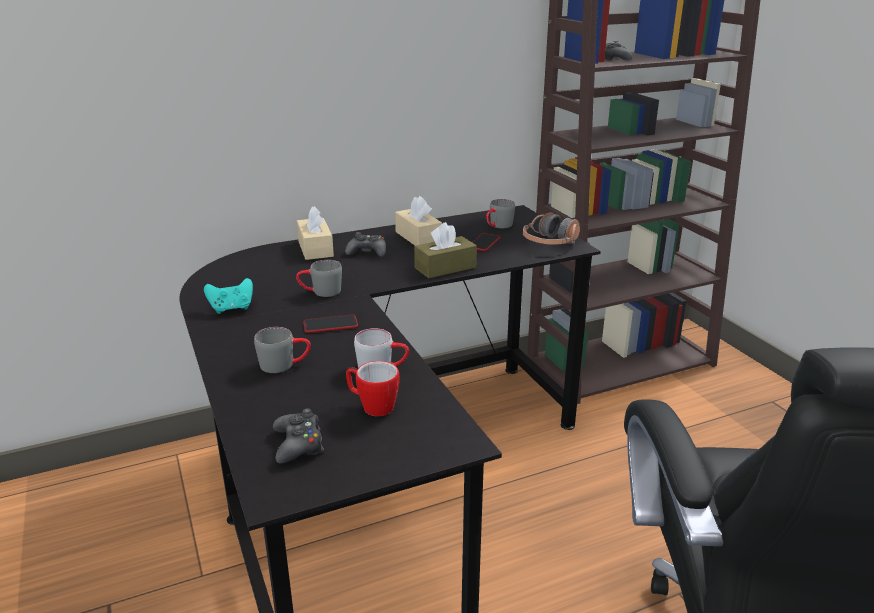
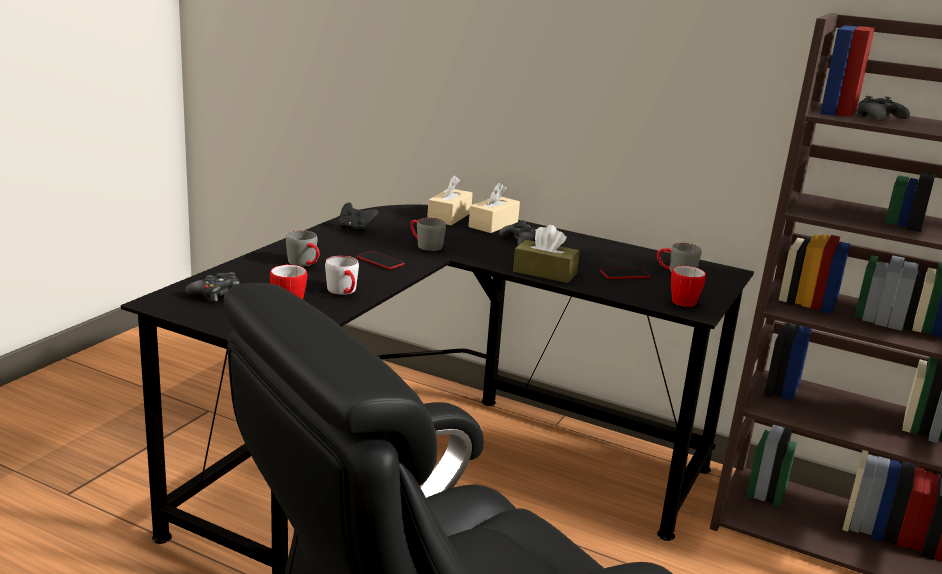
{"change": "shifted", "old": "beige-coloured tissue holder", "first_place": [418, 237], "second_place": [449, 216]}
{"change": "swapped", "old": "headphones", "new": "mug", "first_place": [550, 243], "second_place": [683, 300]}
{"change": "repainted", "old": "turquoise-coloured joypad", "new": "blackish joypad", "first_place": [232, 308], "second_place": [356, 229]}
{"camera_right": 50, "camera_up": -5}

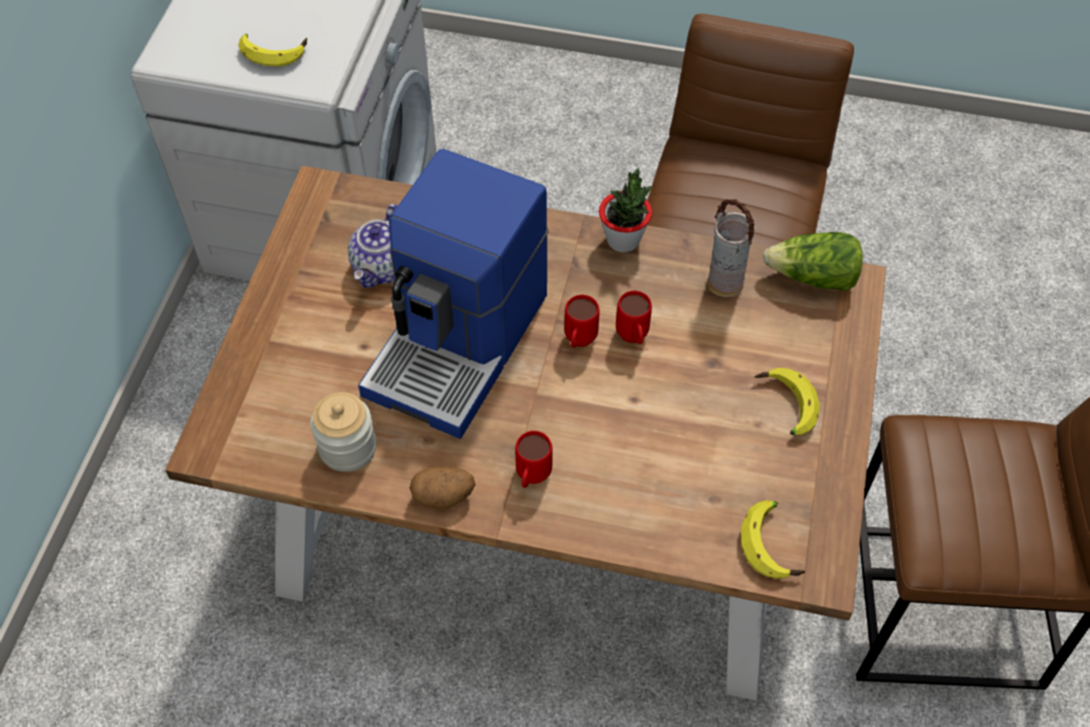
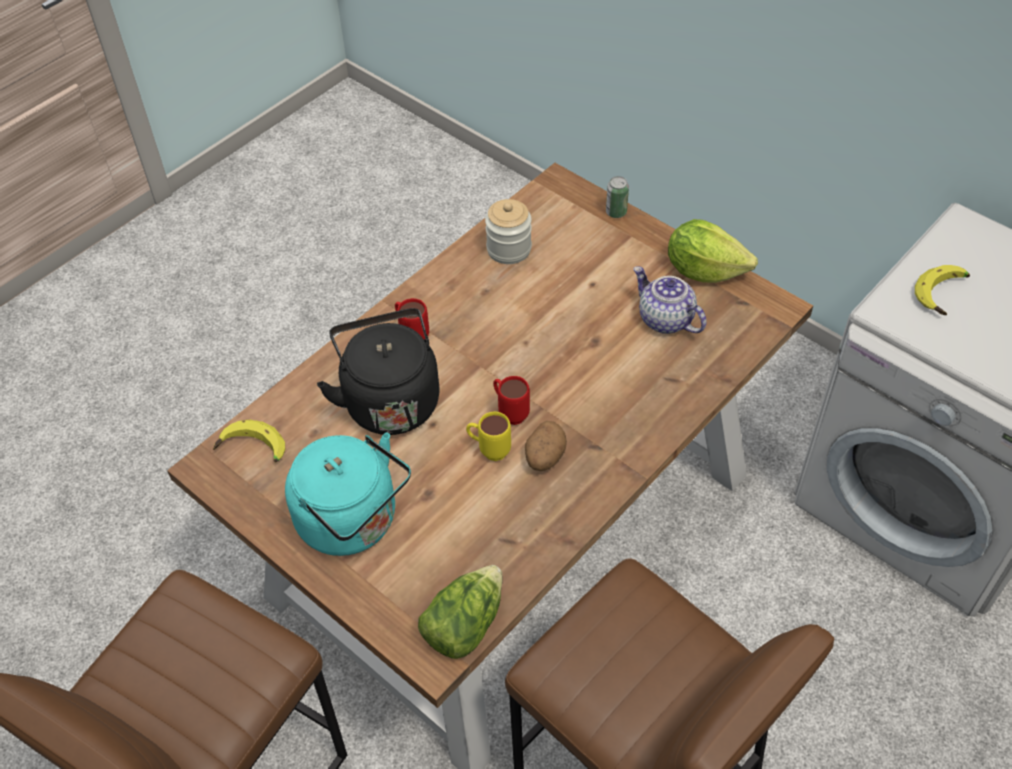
{"change": "gone", "old": "coffee machine", "first_place": [460, 343]}
{"change": "gone", "old": "houseplant", "first_place": [623, 240]}
{"change": "gone", "old": "flower vase", "first_place": [723, 284]}
{"change": "new", "new": "blackish kettle", "second_place": [390, 399]}
{"change": "new", "new": "can", "second_place": [616, 212]}
{"change": "new", "new": "lettuce", "second_place": [704, 270]}
{"change": "shifted", "old": "potato", "first_place": [444, 496], "second_place": [544, 457]}
{"change": "swapped", "old": "banana fruit", "new": "turquoise-coloured kettle", "first_place": [784, 406], "second_place": [353, 522]}
{"change": "repainted", "old": "red mug", "new": "yellow mug", "first_place": [633, 339], "second_place": [489, 450]}
{"camera_right": 120, "camera_up": -5}

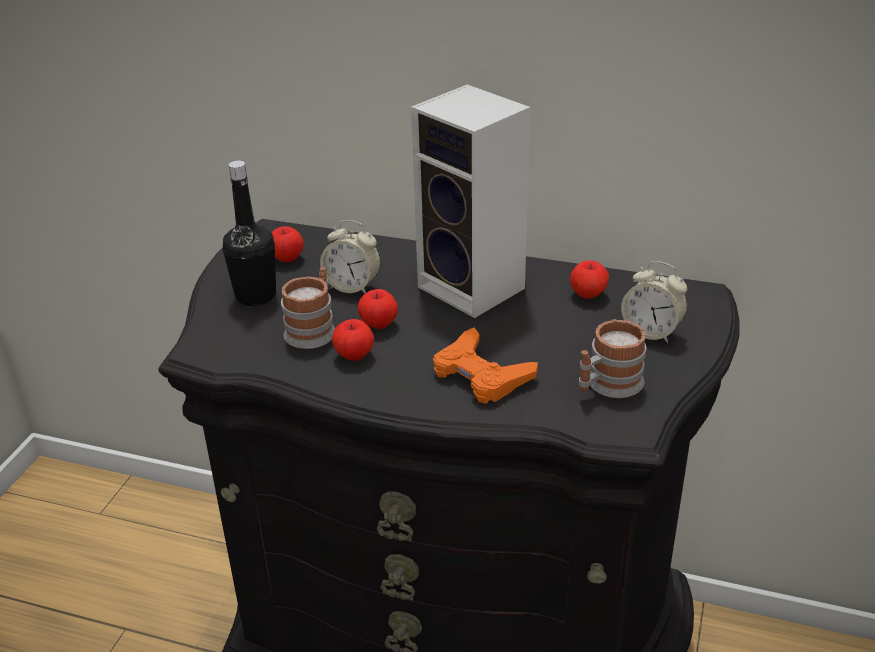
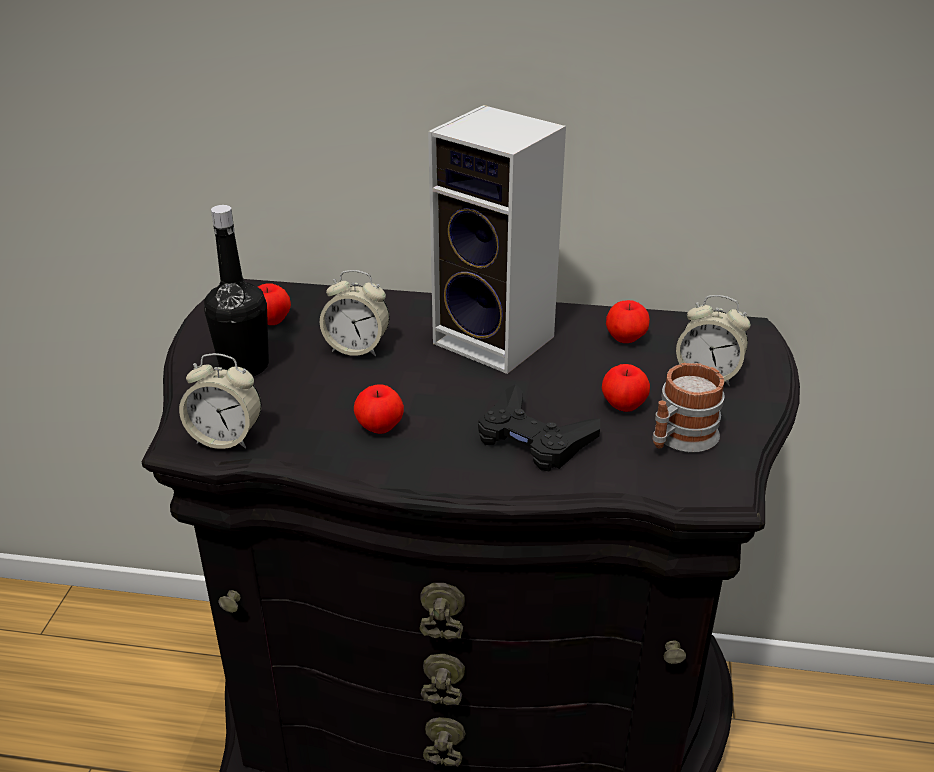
{"change": "gone", "old": "mug", "first_place": [313, 329]}
{"change": "new", "new": "alarm clock", "second_place": [226, 438]}
{"change": "shifted", "old": "whole apple", "first_place": [378, 324], "second_place": [623, 405]}
{"change": "repainted", "old": "orange-coloured joypad", "new": "blackish joypad", "first_place": [481, 375], "second_place": [533, 438]}
{"camera_right": -10, "camera_up": 0}

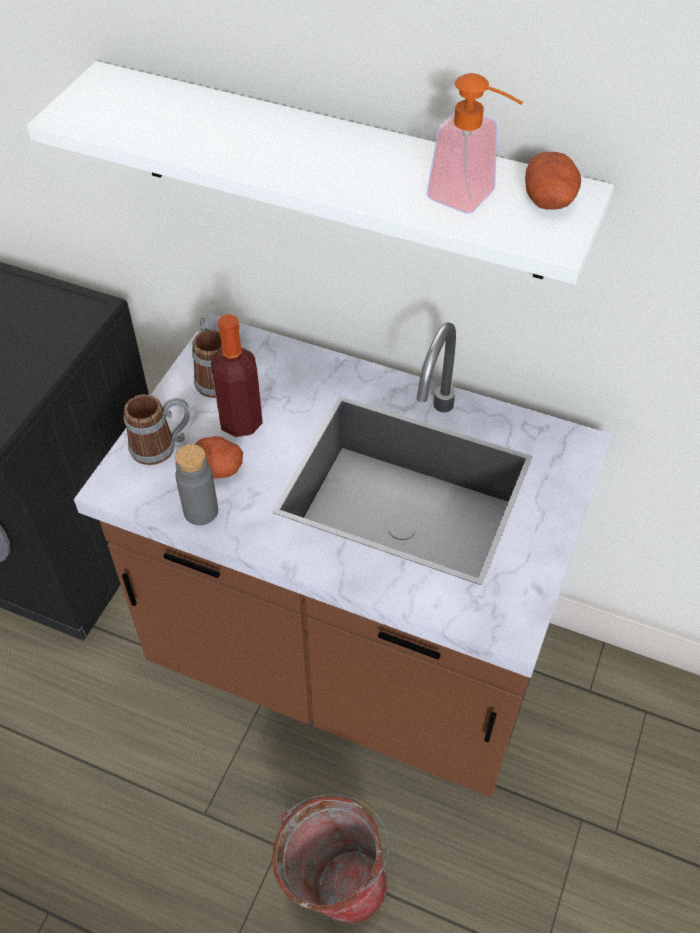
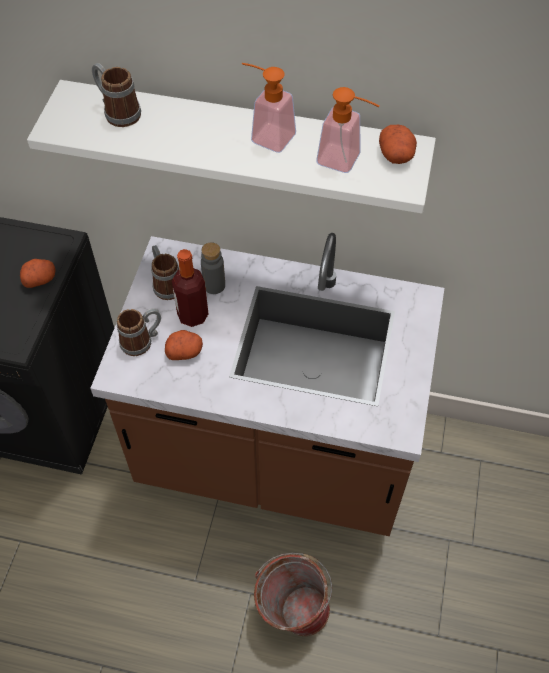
{"change": "new", "new": "potato", "second_place": [40, 279]}
{"change": "new", "new": "mug", "second_place": [118, 112]}
{"change": "new", "new": "soap bottle", "second_place": [266, 136]}
{"change": "shifted", "old": "grey bottle", "first_place": [201, 511], "second_place": [214, 285]}
{"camera_right": -10, "camera_up": 5}

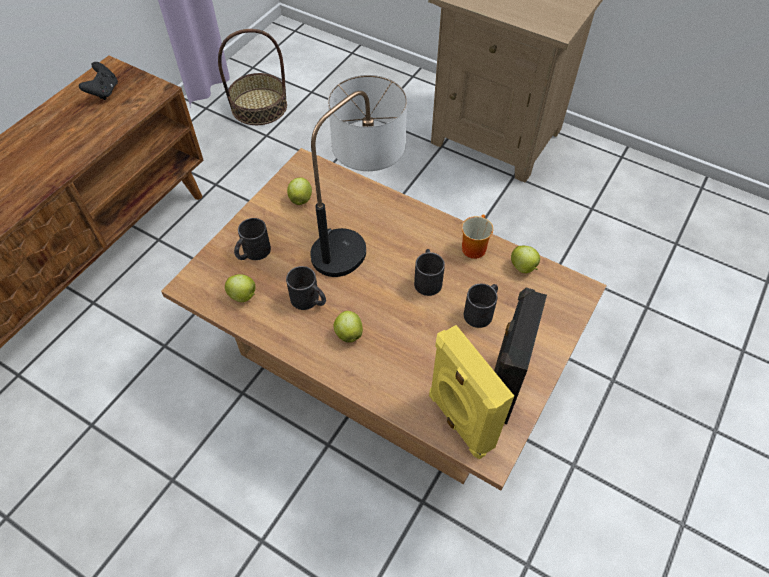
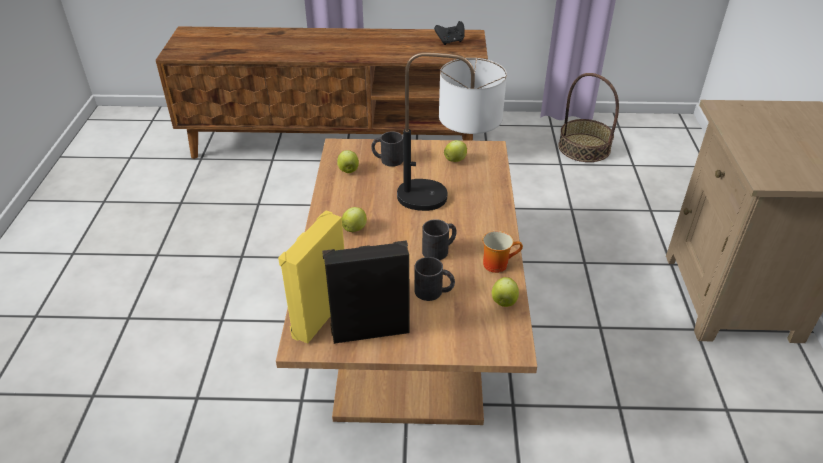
{"change": "gone", "old": "blackish mug", "first_place": [309, 300]}
{"camera_right": 60, "camera_up": -15}

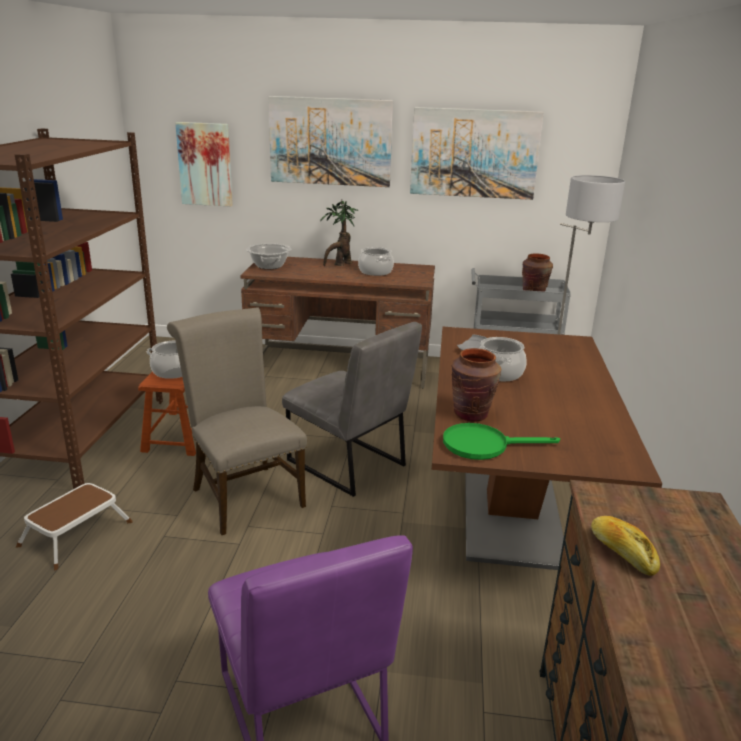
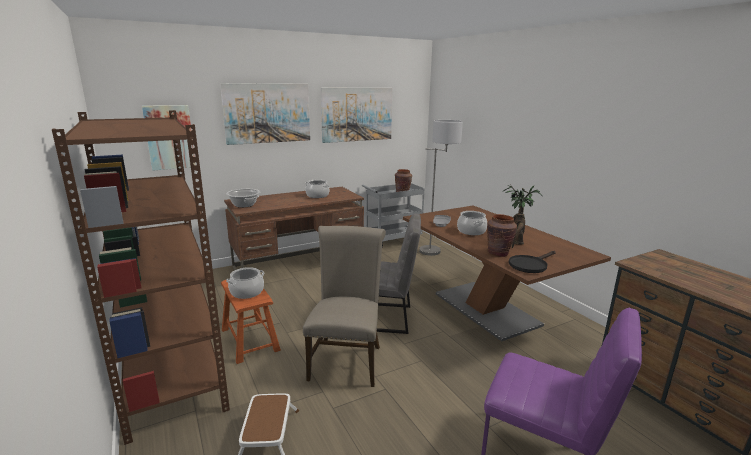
{"change": "gone", "old": "baked bread", "first_place": [622, 553]}
{"change": "shifted", "old": "houseplant", "first_place": [340, 264], "second_place": [516, 243]}
{"change": "repainted", "old": "green pan", "new": "blackish pan", "first_place": [484, 445], "second_place": [530, 265]}
{"change": "rotated", "old": "beige-coloured chair", "first_place": [244, 494], "second_place": [347, 359], "degrees": 75}
{"camera_right": -35, "camera_up": -5}

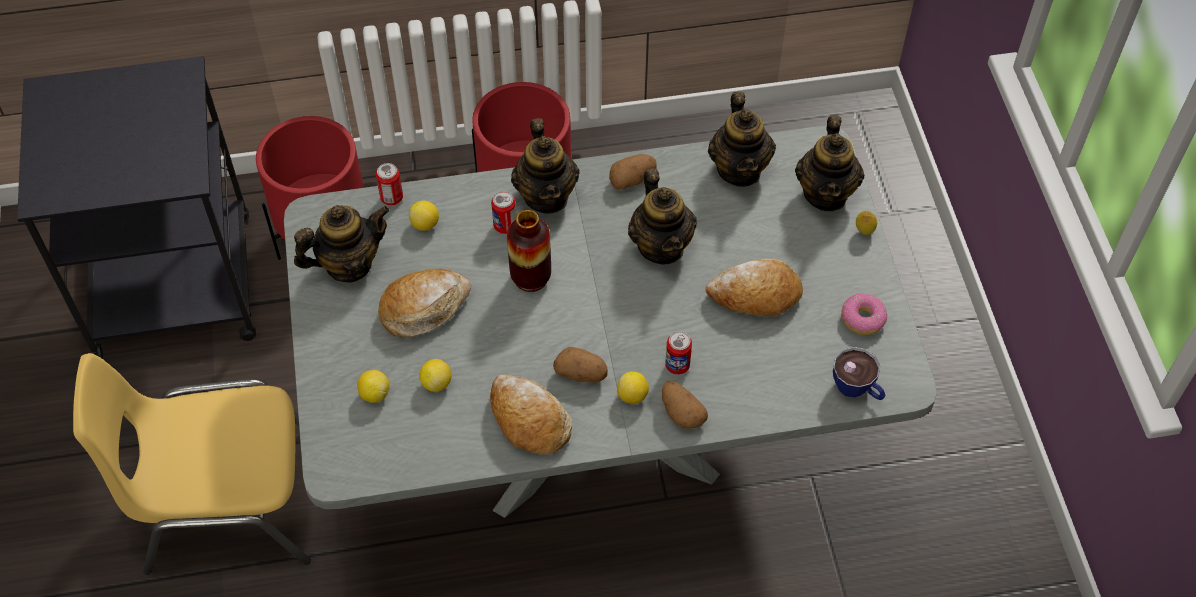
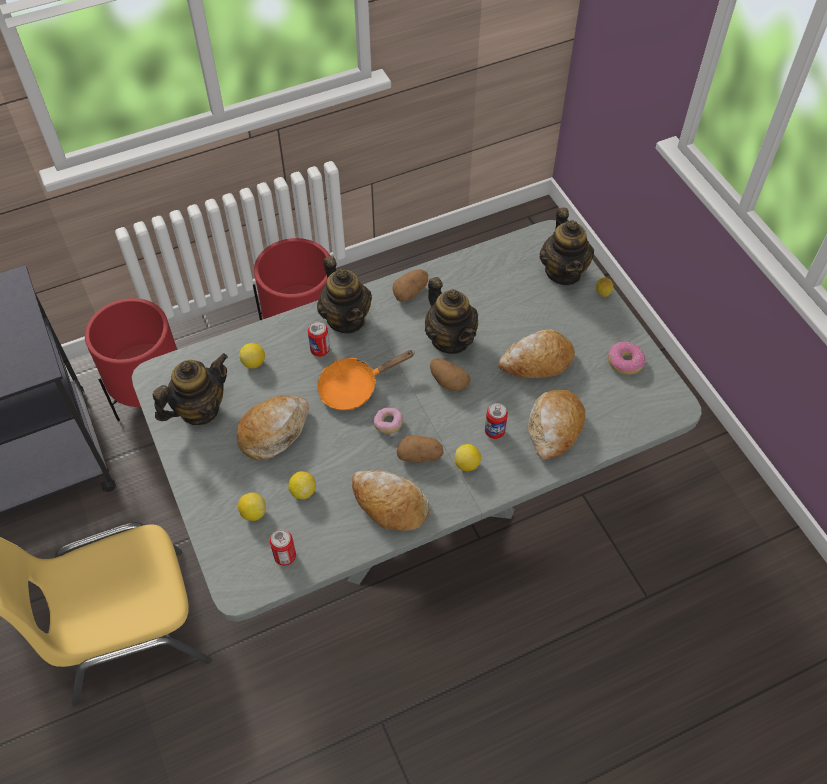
{"change": "gone", "old": "teapot", "first_place": [739, 169]}
{"change": "gone", "old": "cup", "first_place": [857, 389]}
{"change": "new", "new": "doughnut", "second_place": [388, 424]}
{"change": "new", "new": "baked bread", "second_place": [554, 429]}
{"change": "shifted", "old": "can", "first_place": [391, 198], "second_place": [285, 556]}
{"change": "shifted", "old": "potato", "first_place": [681, 413], "second_place": [448, 381]}
{"change": "swapped", "old": "flower vase", "new": "orange-coloured pan", "first_place": [531, 278], "second_place": [354, 387]}
{"camera_right": -15, "camera_up": 0}

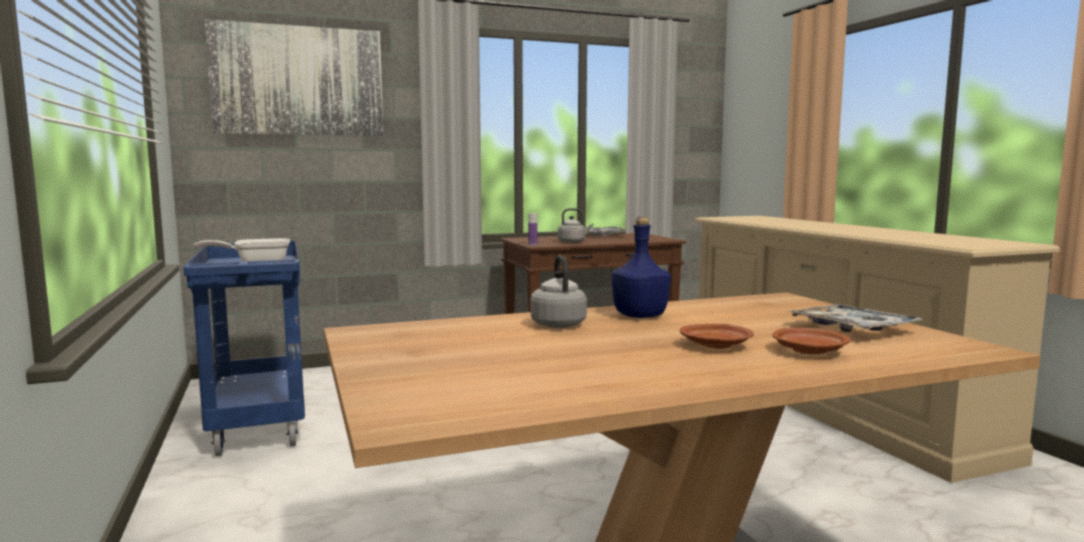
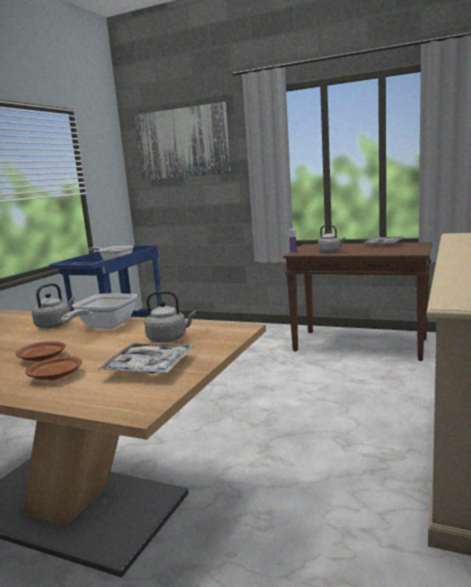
{"change": "new", "new": "grey kettle", "second_place": [169, 338]}
{"change": "swapped", "old": "blue-coloured bottle", "new": "pan", "first_place": [639, 316], "second_place": [104, 327]}
{"camera_right": 45, "camera_up": 5}

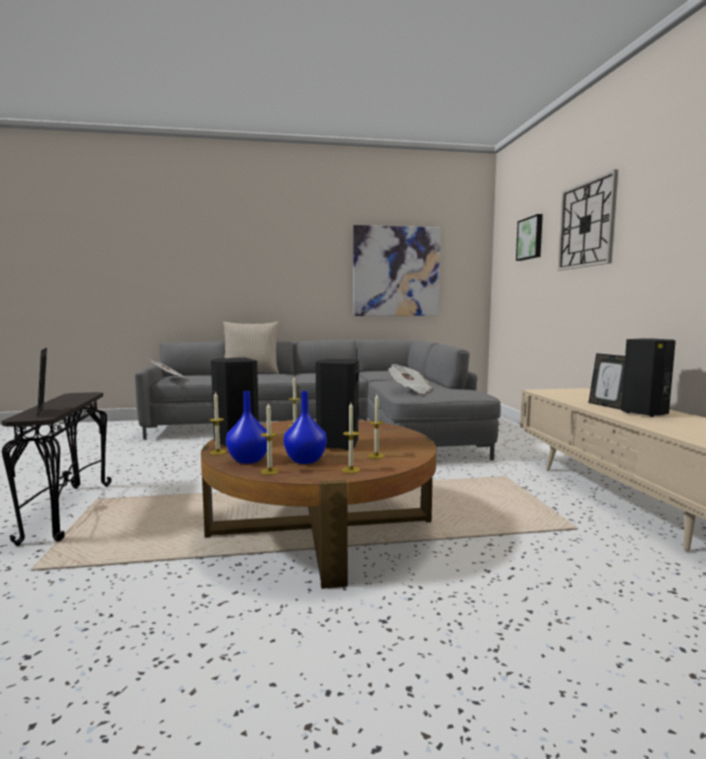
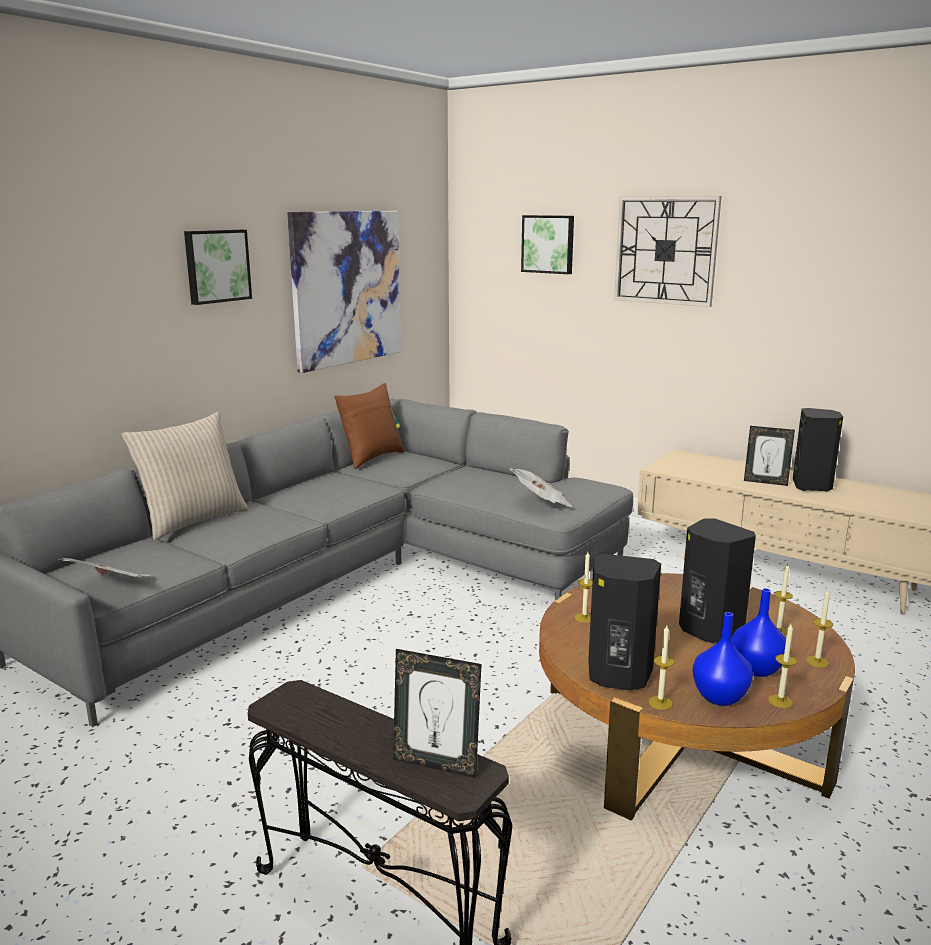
{"change": "new", "new": "picture", "second_place": [216, 266]}
{"change": "new", "new": "brown throw pillow", "second_place": [371, 459]}
{"camera_right": -45, "camera_up": 10}

